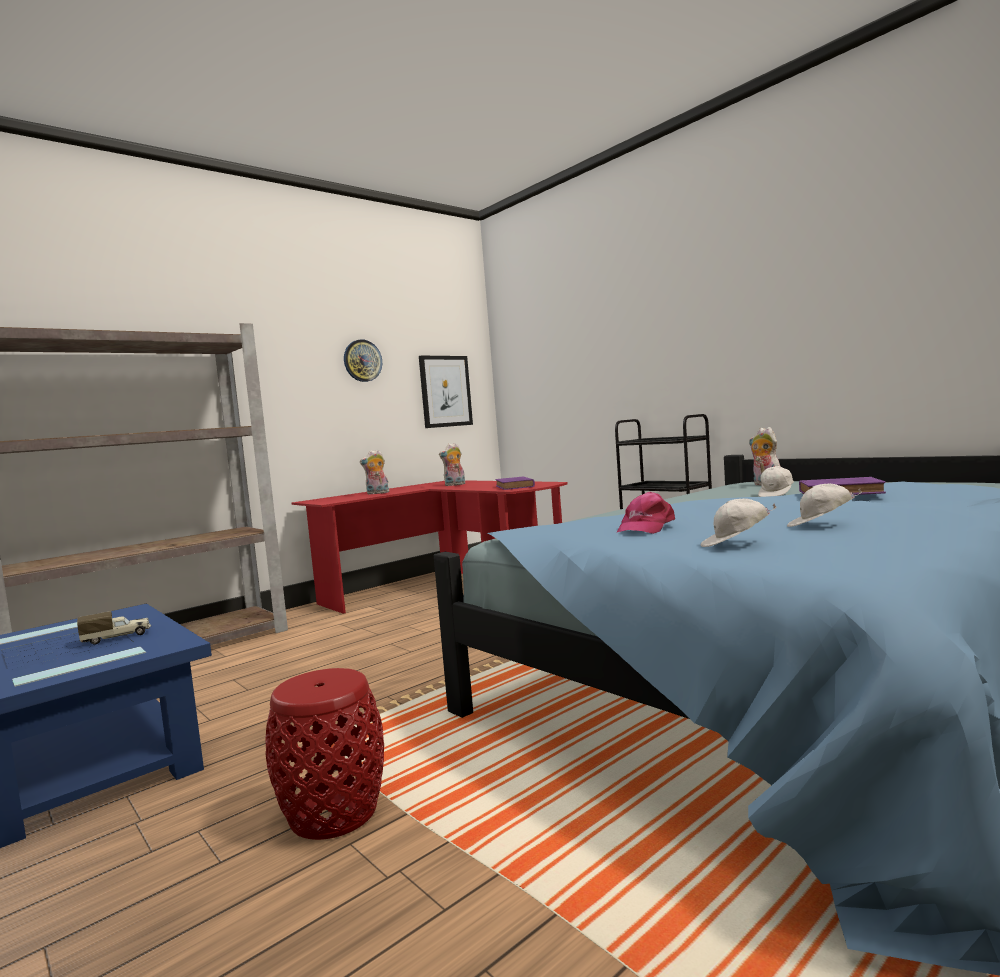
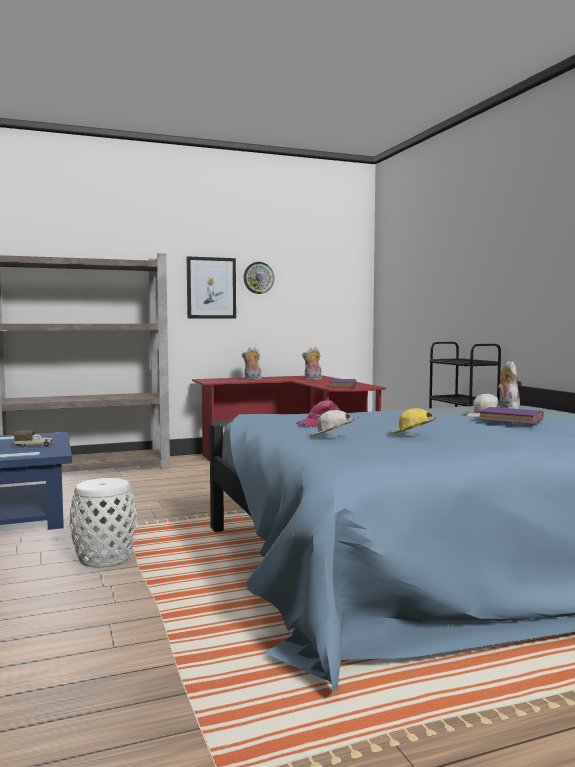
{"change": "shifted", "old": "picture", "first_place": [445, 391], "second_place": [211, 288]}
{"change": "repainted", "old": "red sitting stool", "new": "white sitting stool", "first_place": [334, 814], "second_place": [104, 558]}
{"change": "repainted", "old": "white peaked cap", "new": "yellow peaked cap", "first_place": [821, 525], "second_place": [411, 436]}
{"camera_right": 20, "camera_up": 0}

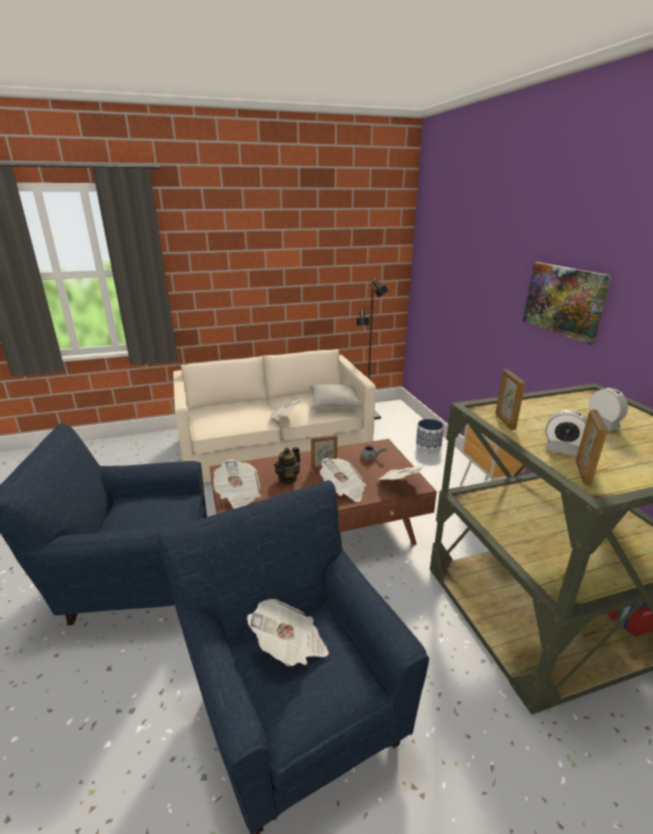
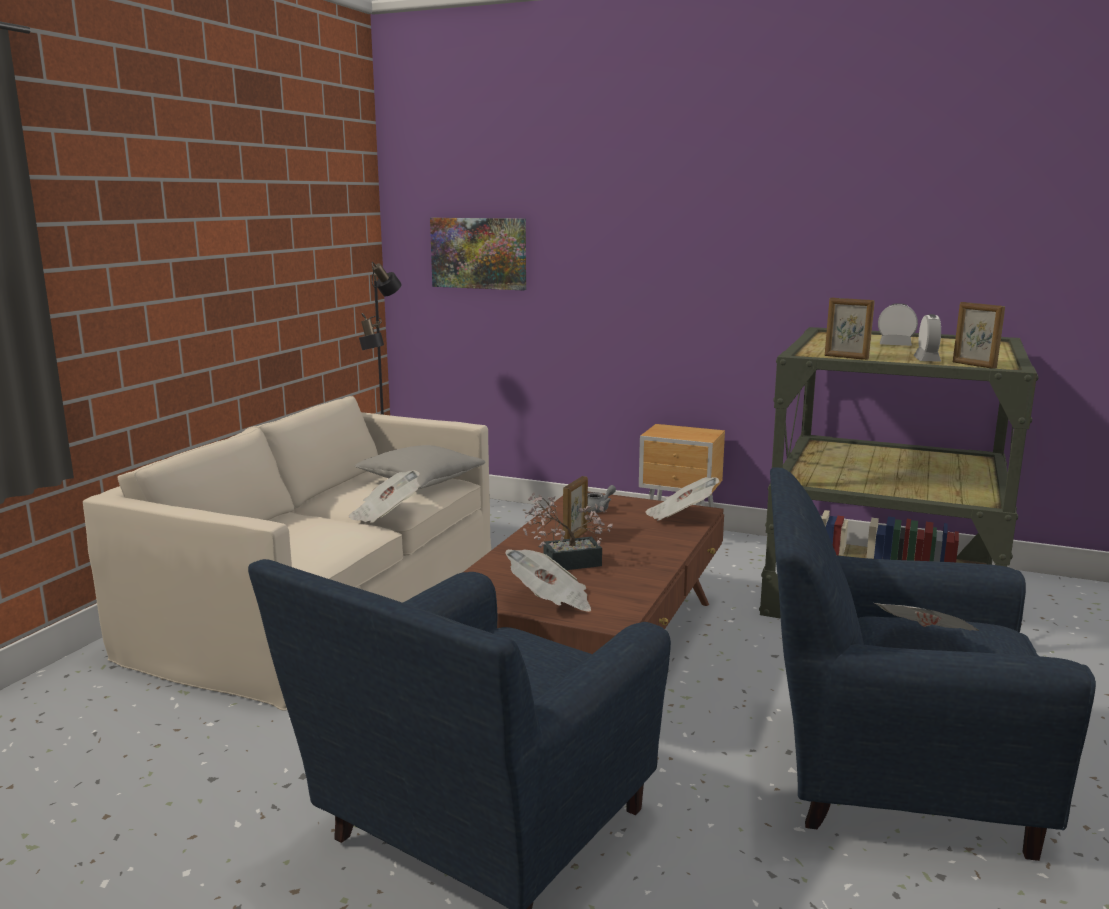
{"change": "gone", "old": "printed paper", "first_place": [343, 490]}
{"change": "gone", "old": "flower pot", "first_place": [428, 444]}
{"change": "shifted", "old": "picture", "first_place": [564, 300], "second_place": [479, 253]}
{"change": "swapped", "old": "teapot", "new": "houseplant", "first_place": [288, 479], "second_place": [565, 563]}
{"change": "rotated", "old": "alarm clock", "first_place": [562, 450], "second_place": [926, 360], "degrees": -60}
{"camera_right": -50, "camera_up": -10}

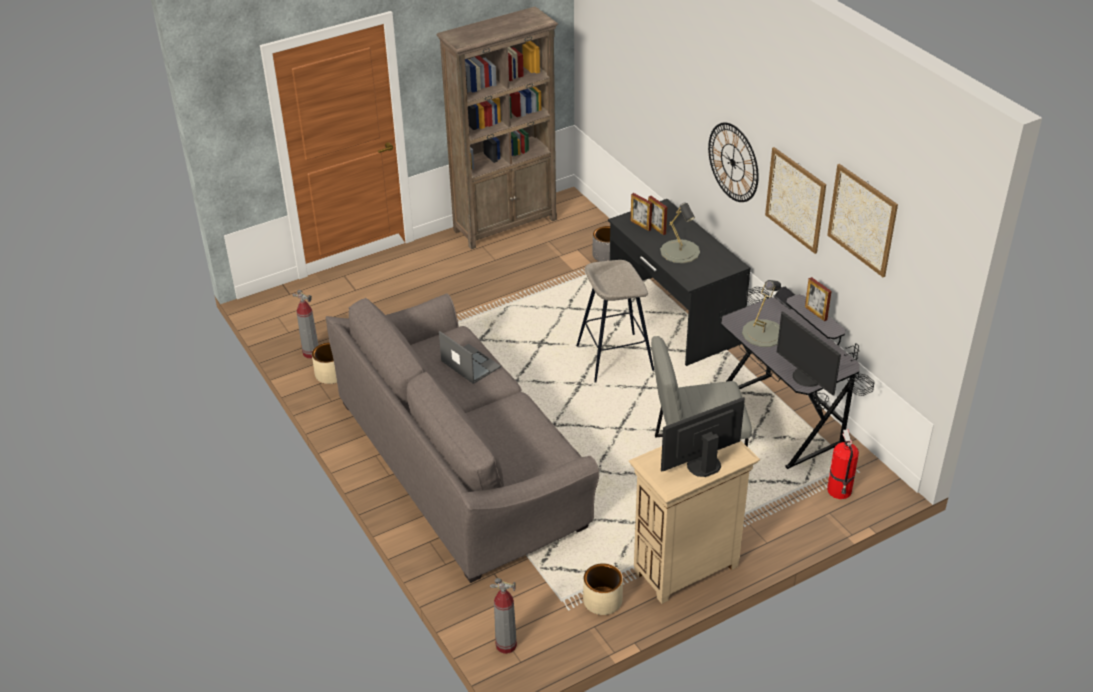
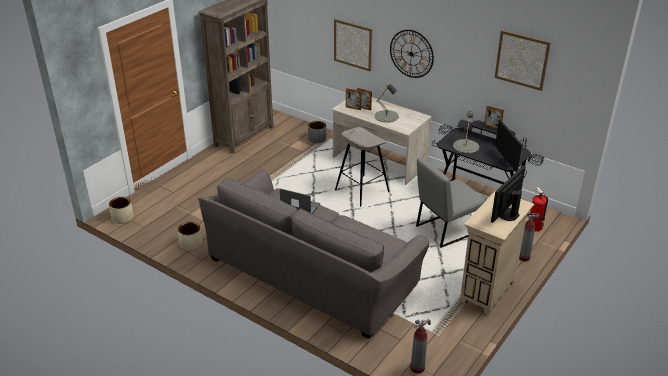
{"change": "shifted", "old": "extinguisher", "first_place": [311, 353], "second_place": [523, 257]}
{"change": "shifted", "old": "beige-coloured flower pot", "first_place": [602, 600], "second_place": [122, 218]}
{"change": "shifted", "old": "picture", "first_place": [795, 199], "second_place": [353, 44]}
{"change": "repainted", "old": "blackish desk table", "new": "beige-coloured desk table", "first_place": [673, 317], "second_place": [379, 162]}
{"change": "rotated", "old": "computer display", "first_place": [806, 377], "second_place": [507, 162], "degrees": 45}
{"camera_right": -25, "camera_up": -5}

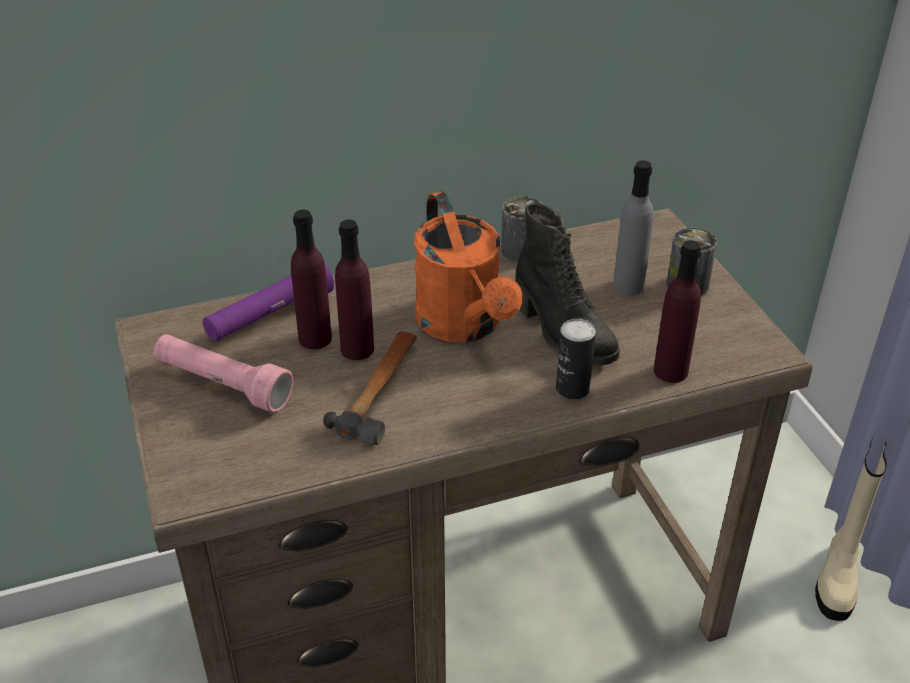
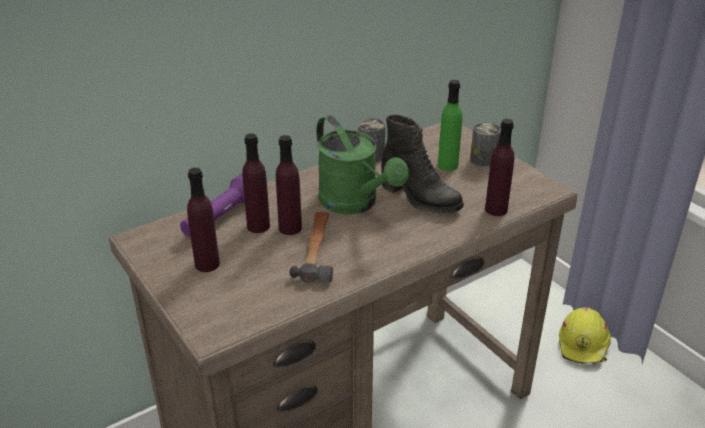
{"change": "gone", "old": "can", "first_place": [572, 389]}
{"change": "swapped", "old": "pink-coloured hand torch", "new": "purple-coloured bottle", "first_place": [223, 385], "second_place": [207, 264]}
{"change": "swapped", "old": "beige-coloured boot", "new": "yellow hard hat", "first_place": [837, 578], "second_place": [584, 345]}
{"change": "repainted", "old": "orange-coloured watering pot", "new": "green watering pot", "first_place": [465, 326], "second_place": [355, 203]}
{"change": "repainted", "old": "grey bottle", "new": "green bottle", "first_place": [628, 285], "second_place": [447, 165]}
{"camera_right": -15, "camera_up": -5}

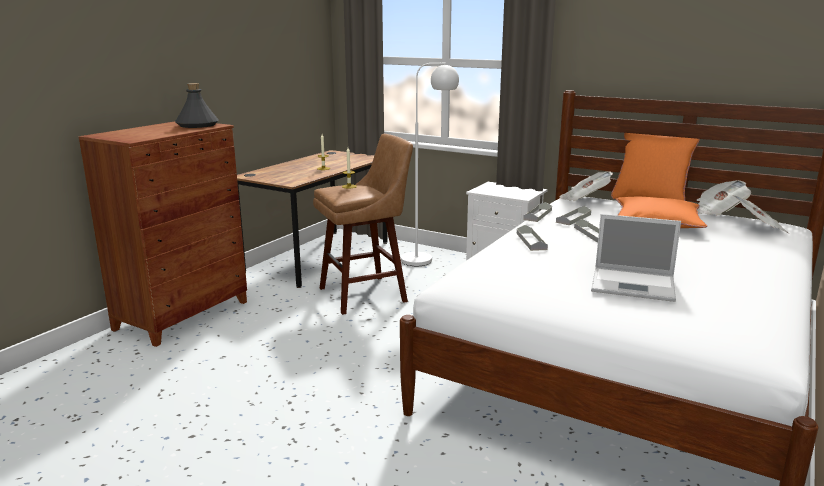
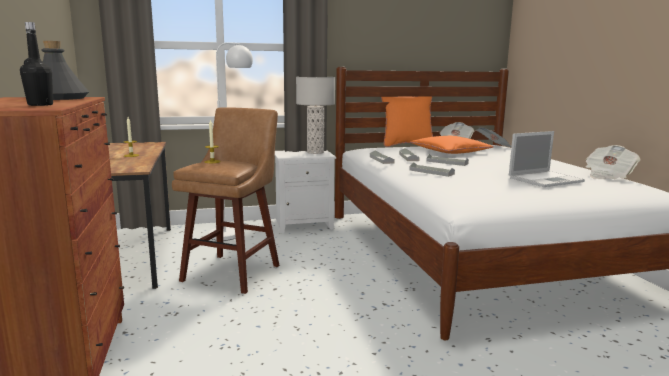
{"change": "new", "new": "blackish bottle", "second_place": [40, 105]}
{"change": "new", "new": "white table lamp", "second_place": [315, 152]}
{"change": "shifted", "old": "printed paper", "first_place": [584, 199], "second_place": [608, 176]}
{"camera_right": -45, "camera_up": -5}

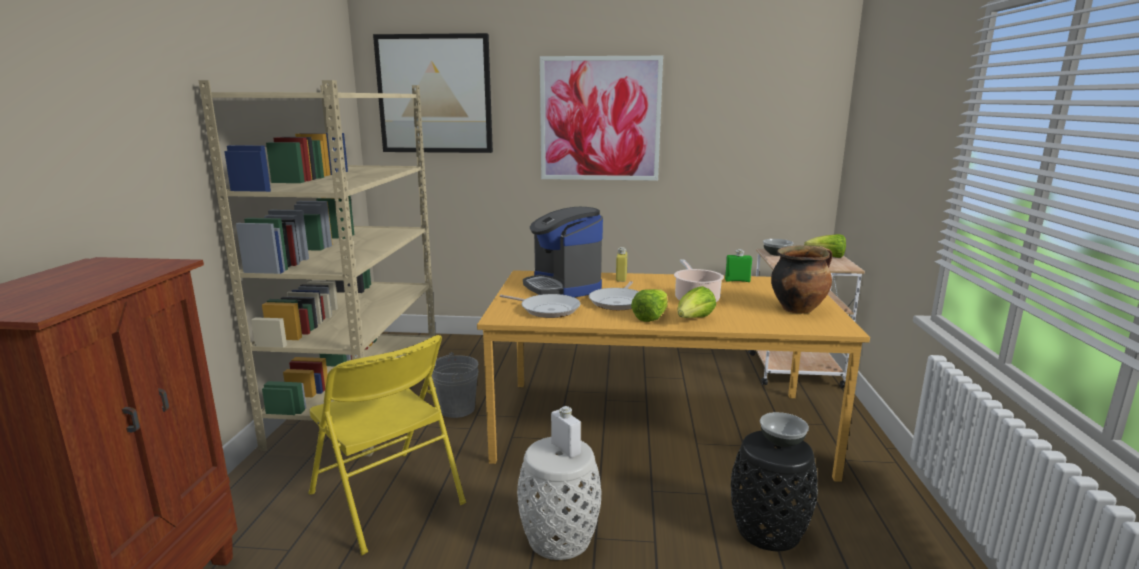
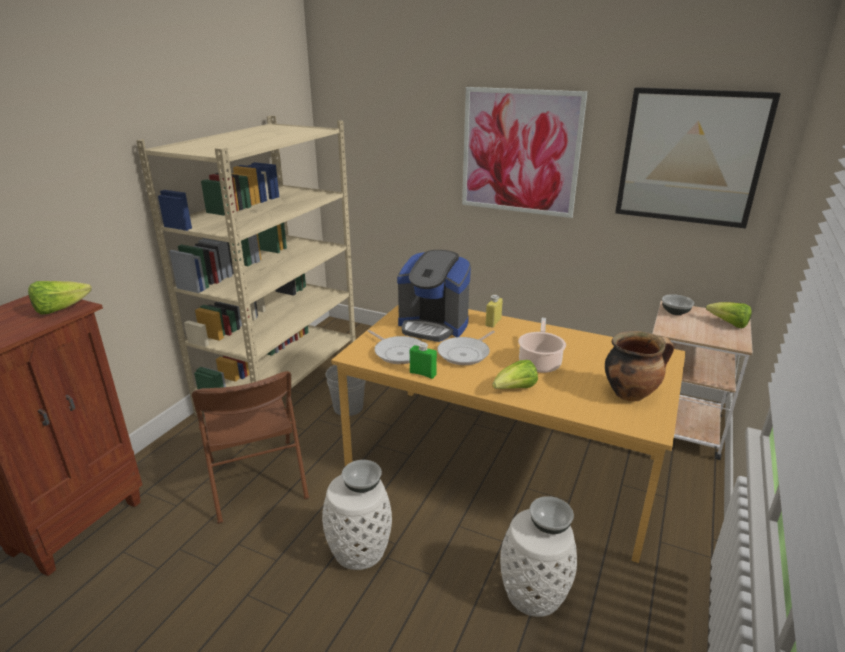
{"change": "shifted", "old": "picture", "first_place": [435, 94], "second_place": [690, 157]}
{"change": "shifted", "old": "lettuce", "first_place": [651, 317], "second_place": [60, 309]}
{"change": "shifted", "old": "green bottle", "first_place": [737, 280], "second_place": [423, 373]}
{"change": "swapped", "old": "white bottle", "new": "deep dish", "first_place": [565, 448], "second_place": [362, 486]}
{"change": "repainted", "old": "yellow chair", "new": "brown chair", "first_place": [386, 498], "second_place": [256, 479]}
{"change": "repainted", "old": "blackish sitting stool", "new": "white sitting stool", "first_place": [768, 531], "second_place": [533, 593]}
{"change": "rotated", "old": "coffee machine", "first_place": [563, 287], "second_place": [433, 326], "degrees": -60}
{"camera_right": 20, "camera_up": 10}

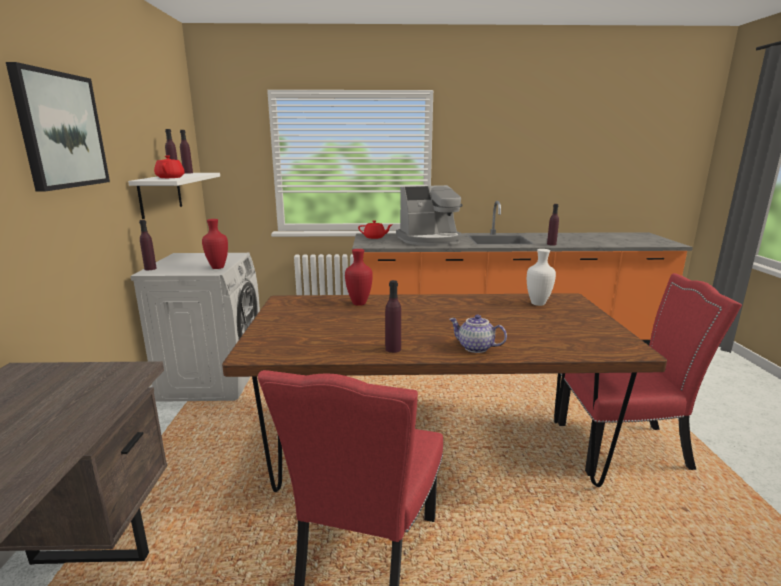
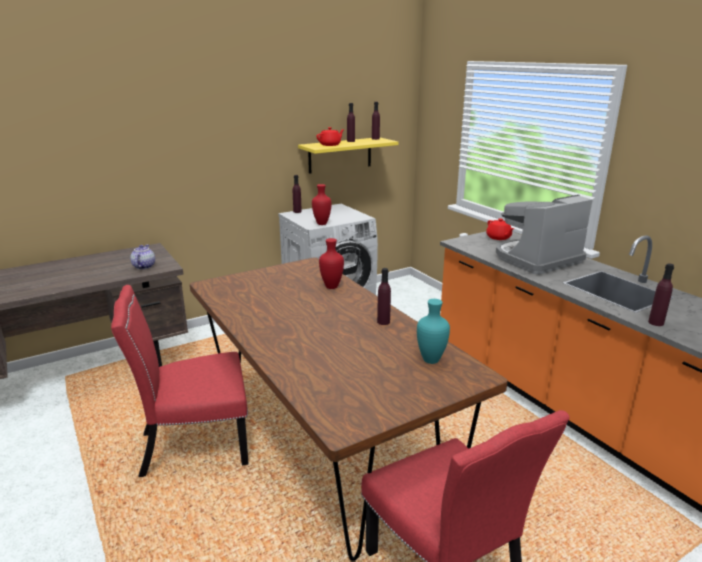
{"change": "gone", "old": "picture", "first_place": [61, 130]}
{"change": "shifted", "old": "purple-coloured bottle", "first_place": [393, 349], "second_place": [383, 322]}
{"change": "shifted", "old": "teapot", "first_place": [475, 348], "second_place": [143, 266]}
{"change": "repainted", "old": "white shelf", "new": "yellow shelf", "first_place": [160, 194], "second_place": [340, 155]}
{"change": "repainted", "old": "white flower vase", "new": "turquoise-coloured flower vase", "first_place": [538, 304], "second_place": [430, 361]}
{"change": "rotated", "old": "coffee machine", "first_place": [430, 240], "second_place": [536, 259], "degrees": 105}
{"camera_right": 60, "camera_up": 5}

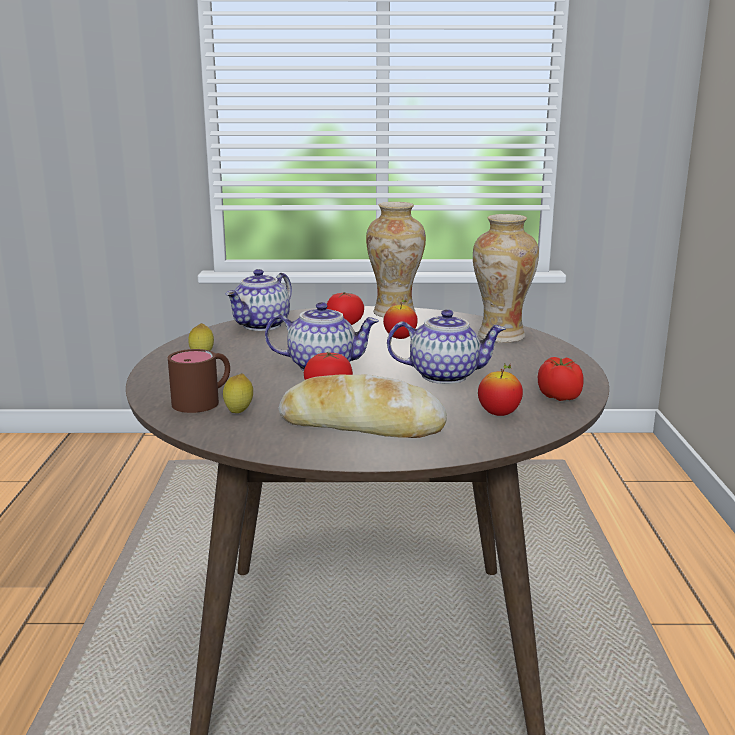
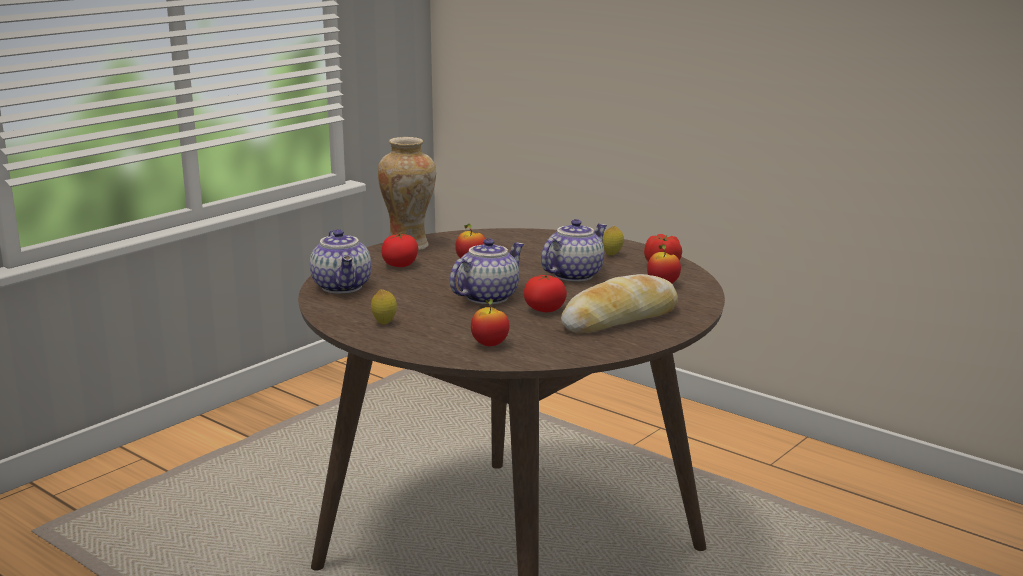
{"change": "gone", "old": "flower vase", "first_place": [500, 337]}
{"change": "shifted", "old": "whole lemon", "first_place": [239, 413], "second_place": [612, 255]}
{"change": "swapped", "old": "brown mug", "new": "whole apple", "first_place": [204, 400], "second_place": [490, 345]}
{"camera_right": -50, "camera_up": 0}

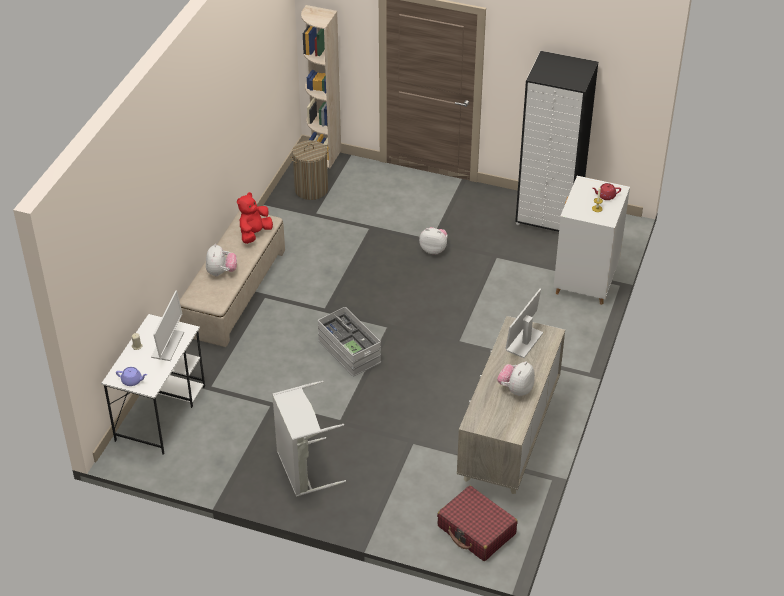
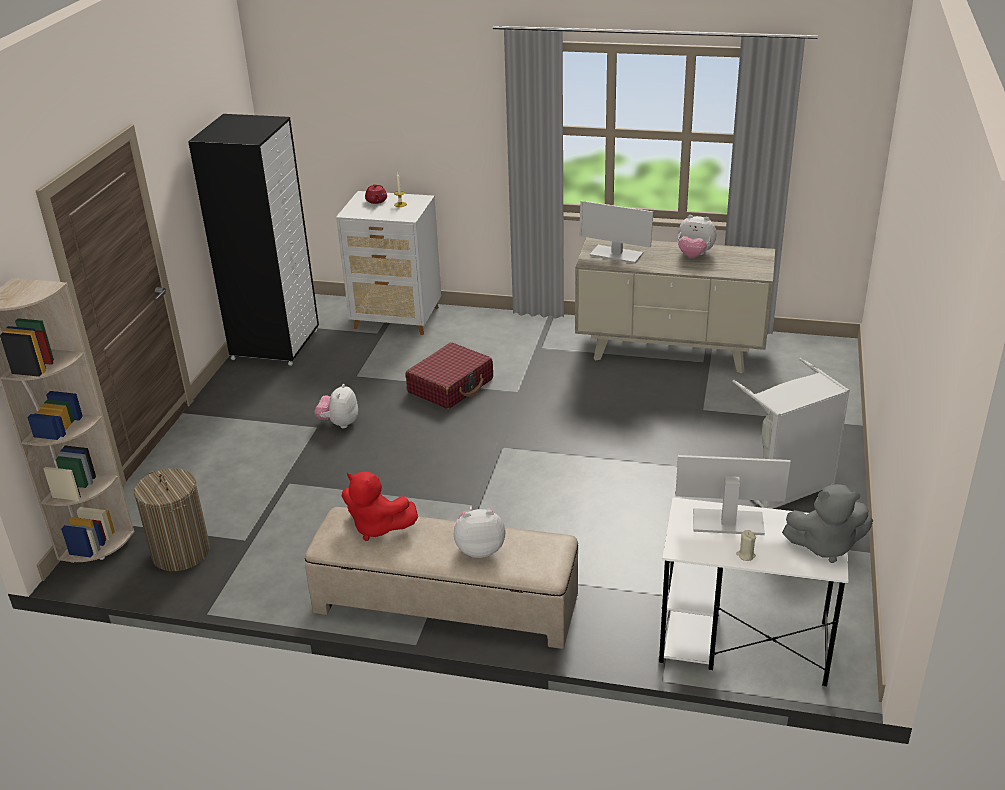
{"change": "gone", "old": "grey storage container", "first_place": [348, 351]}
{"change": "shifted", "old": "red suitcase", "first_place": [476, 530], "second_place": [451, 386]}
{"change": "swapped", "old": "purple-coloured teapot", "new": "grey plush toy", "first_place": [132, 381], "second_place": [825, 546]}
{"camera_right": -95, "camera_up": -10}

